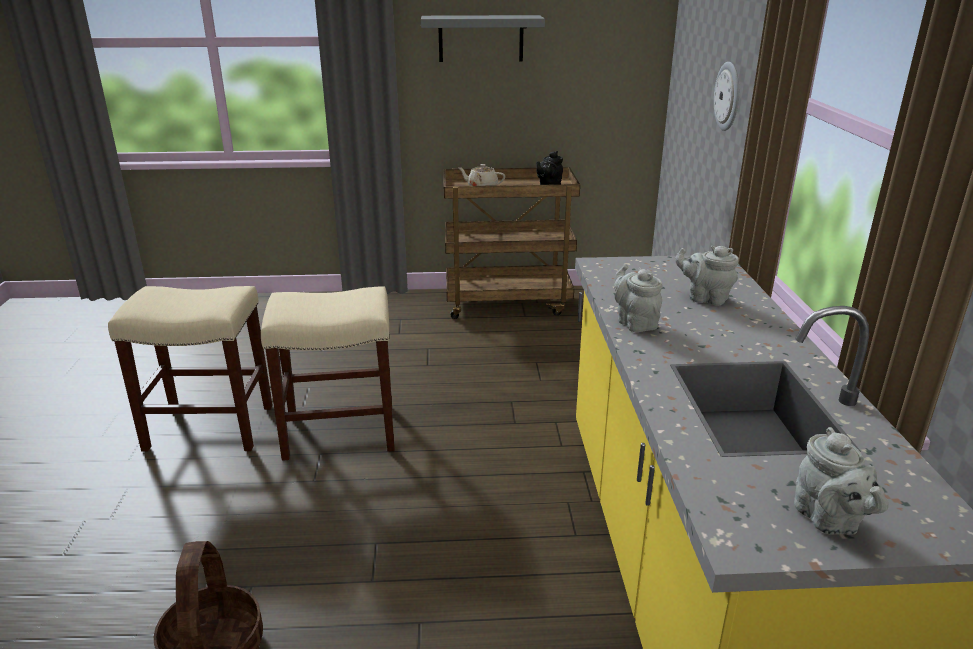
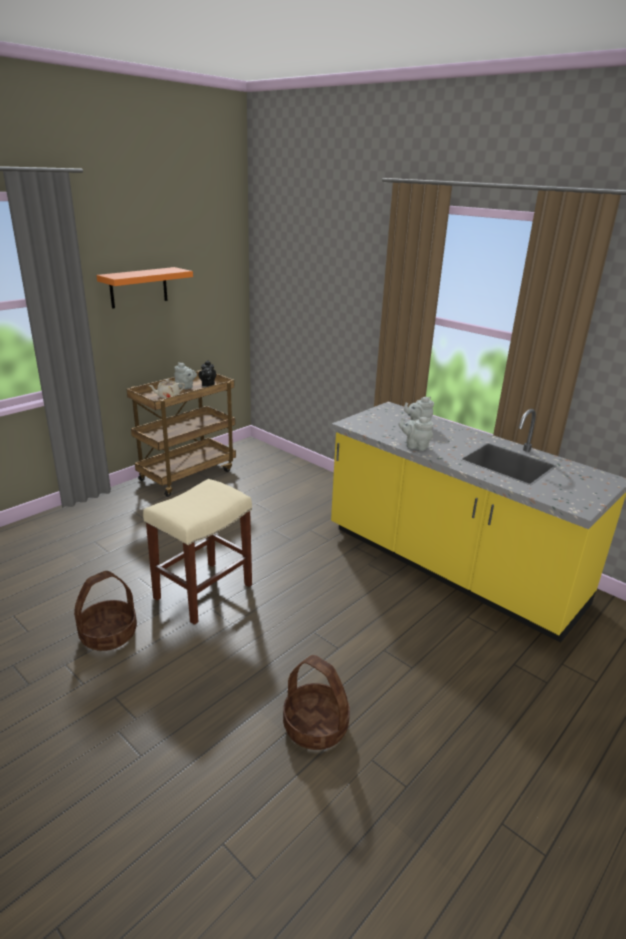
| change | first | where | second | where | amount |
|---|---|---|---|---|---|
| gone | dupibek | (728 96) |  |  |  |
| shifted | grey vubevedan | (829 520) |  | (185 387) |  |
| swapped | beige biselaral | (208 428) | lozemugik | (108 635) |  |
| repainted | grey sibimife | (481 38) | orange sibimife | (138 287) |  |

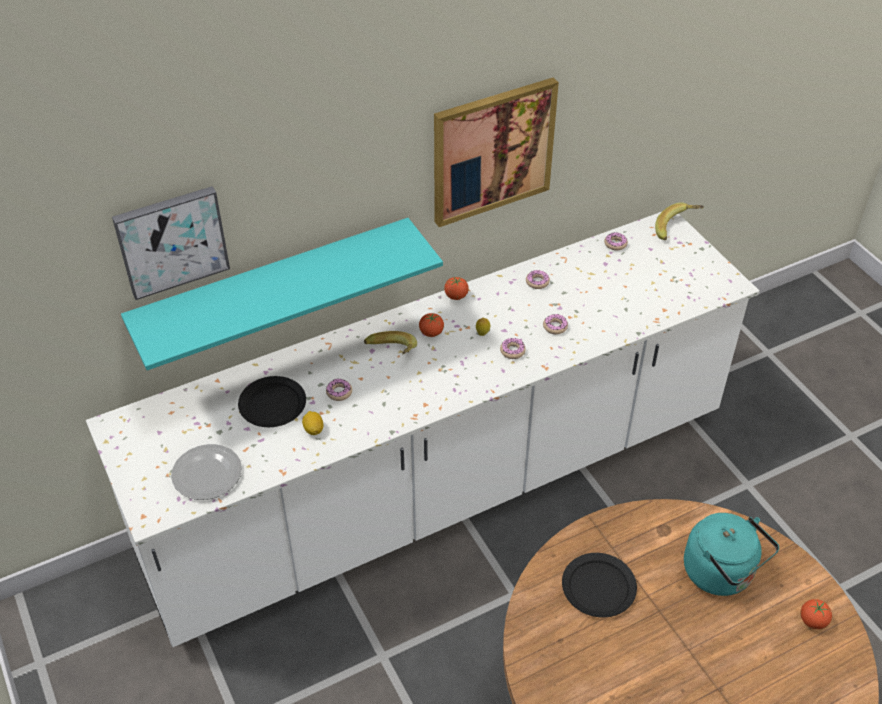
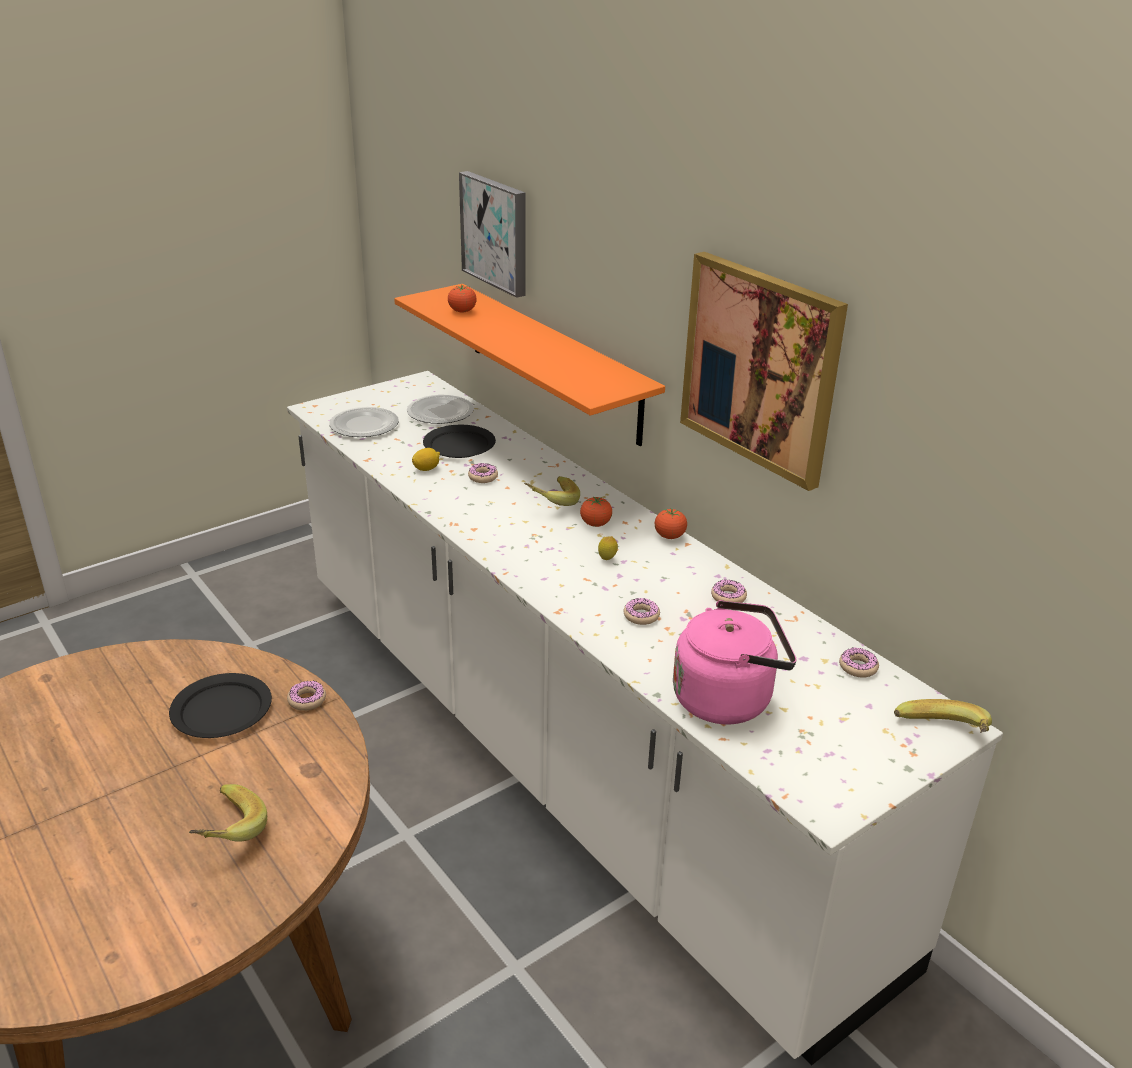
| change | first | where | second | where | amount |
|---|---|---|---|---|---|
| new |  |  | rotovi | (439 412) |  |
| new |  |  | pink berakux | (727 698) |  |
| shifted | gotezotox | (512 351) |  | (307 700) |  |
| shifted | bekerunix | (812 621) |  | (462 311) |  |
| swapped | turquoise berakux | (722 574) | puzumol | (225 831) |  |
| repainted | turquoise sibimife | (274 286) | orange sibimife | (552 362) |  |

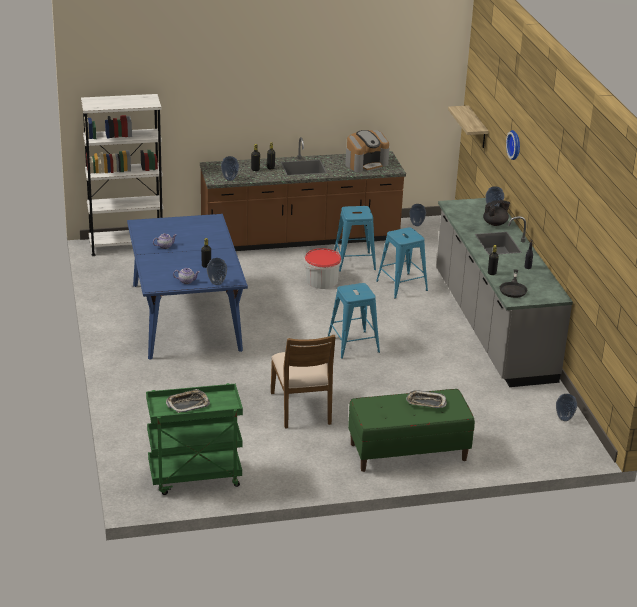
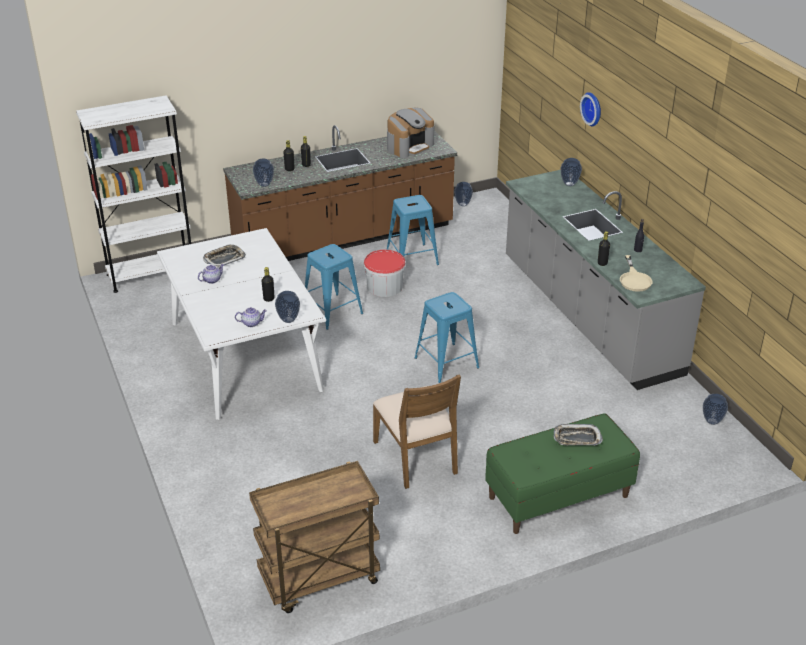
| change | first | where | second | where | amount |
|---|---|---|---|---|---|
| gone | sibimife | (477 128) |  |  |  |
| gone | black vubevedan | (495 223) |  |  |  |
| shifted | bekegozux | (188 404) |  | (224 258) |  |
| shifted | blue biselaral | (401 286) |  | (332 311) |  |
| repainted | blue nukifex | (185 316) | white nukifex | (244 355) |  |
| repainted | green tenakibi | (194 478) | brown tenakibi | (319 580) |  |
| repainted | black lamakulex | (513 288) | beige lamakulex | (634 279) |  |

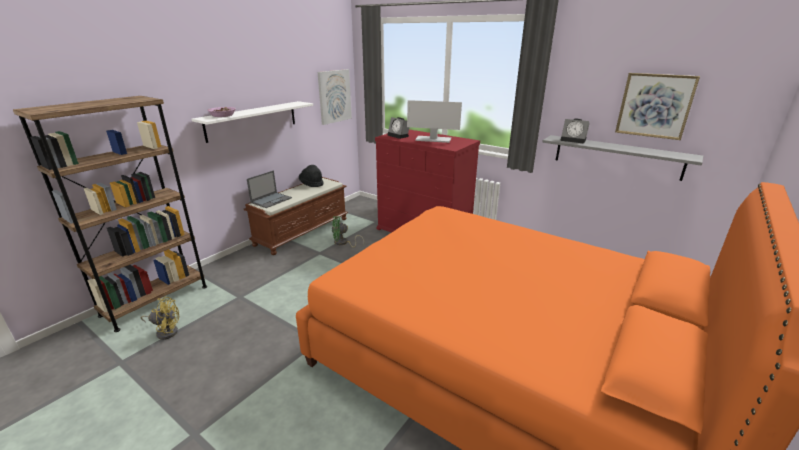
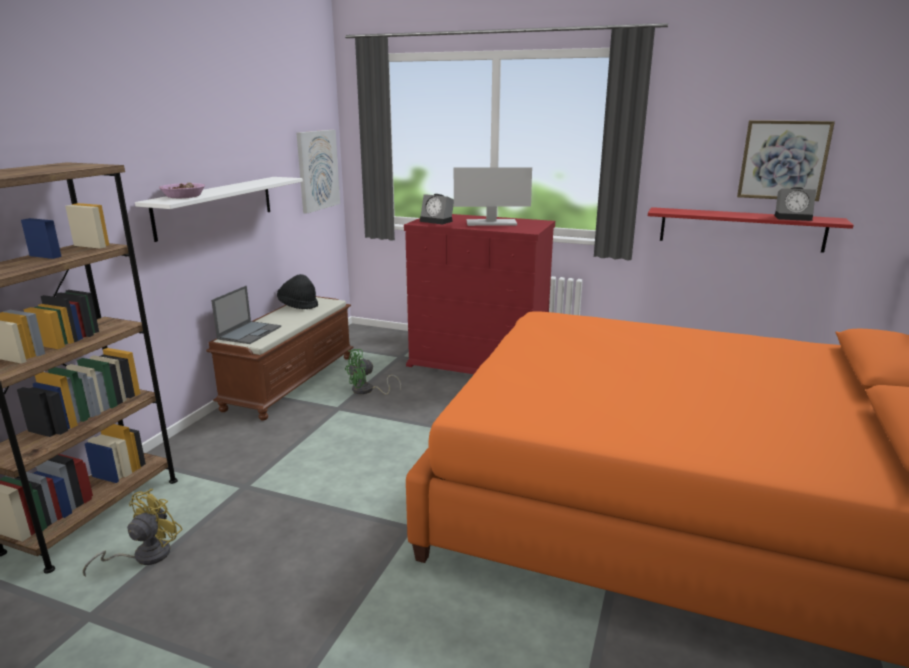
| change | first | where | second | where | amount |
|---|---|---|---|---|---|
| shifted | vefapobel | (574 140) |  | (793 218) |  |
| repainted | grey sibimife | (617 157) | red sibimife | (741 229) |  |
| rotated | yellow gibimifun | (165 331) |  | (144 556) | 45 degrees counterclockwise |

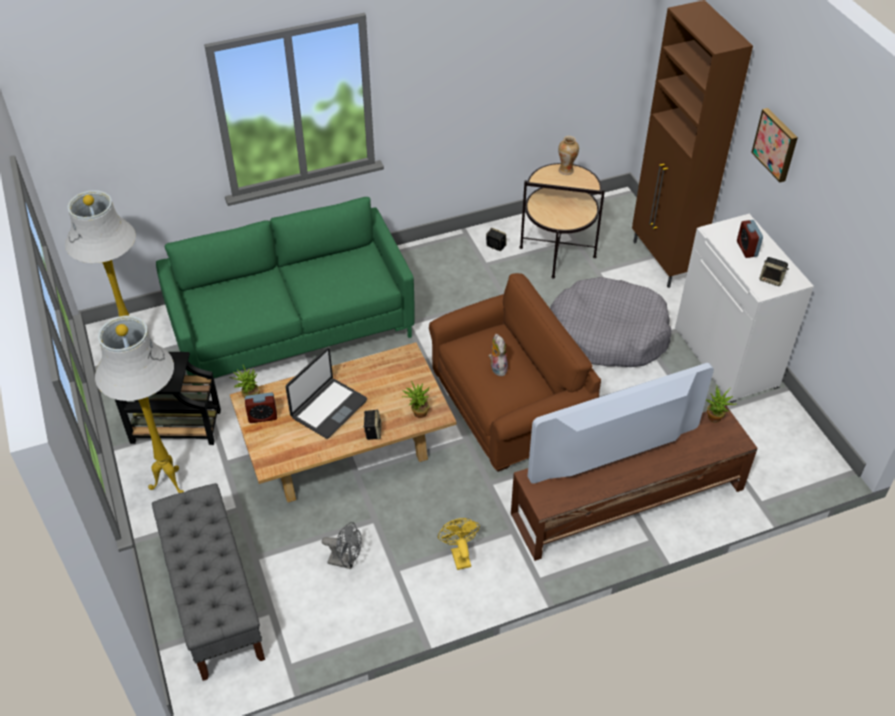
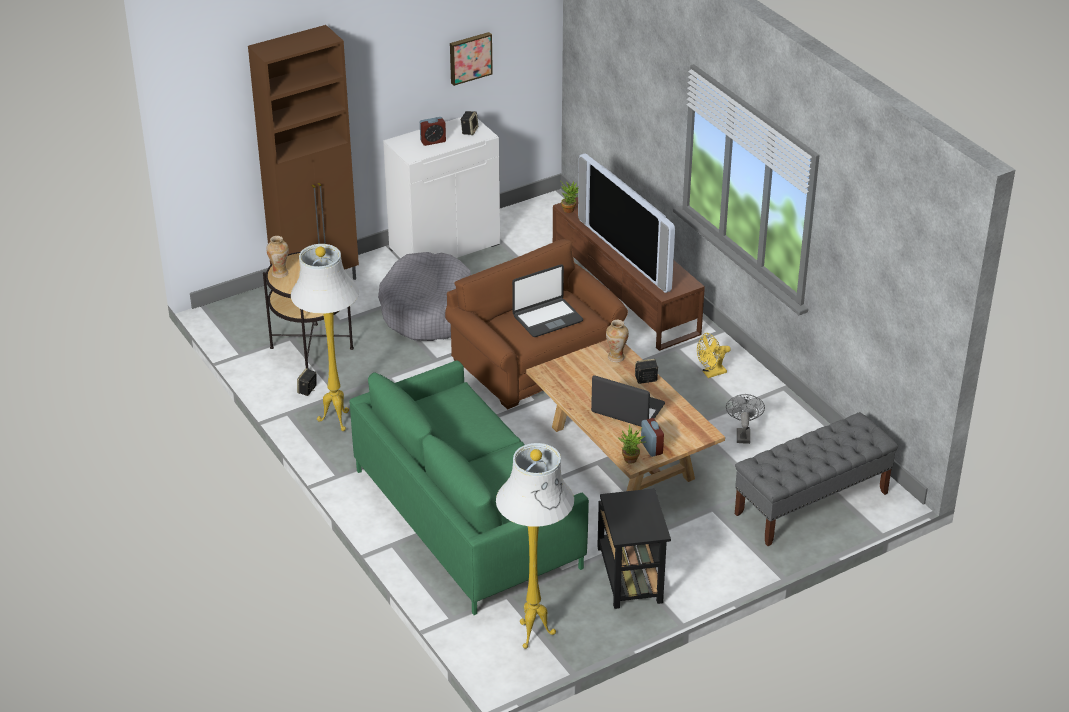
| change | first | where | second | where | amount |
|---|---|---|---|---|---|
| shifted | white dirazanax | (169 483) |  | (335 422) |  |
| shifted | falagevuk | (776 144) |  | (470 57) |  |
| swapped | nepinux | (417 413) | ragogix | (616 357) |  |
| swapped | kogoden | (497 367) | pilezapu | (547 318) |  |

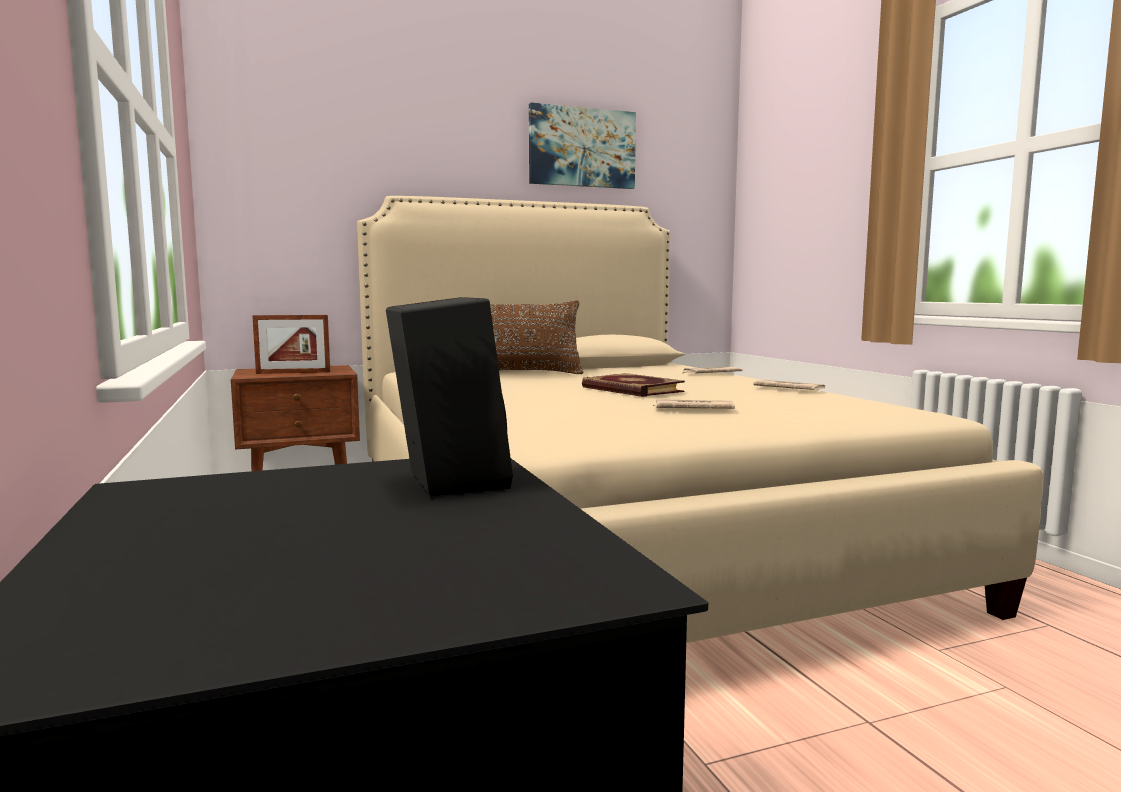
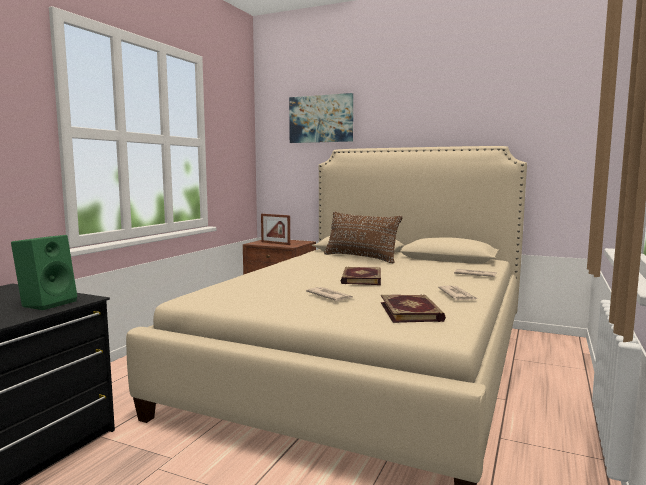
| change | first | where | second | where | amount |
|---|---|---|---|---|---|
| new |  |  | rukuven | (412 311) |  |
| shifted | falagevuk | (582 148) |  | (321 119) |  |
| repainted | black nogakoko | (445 481) | green nogakoko | (48 303) |  |

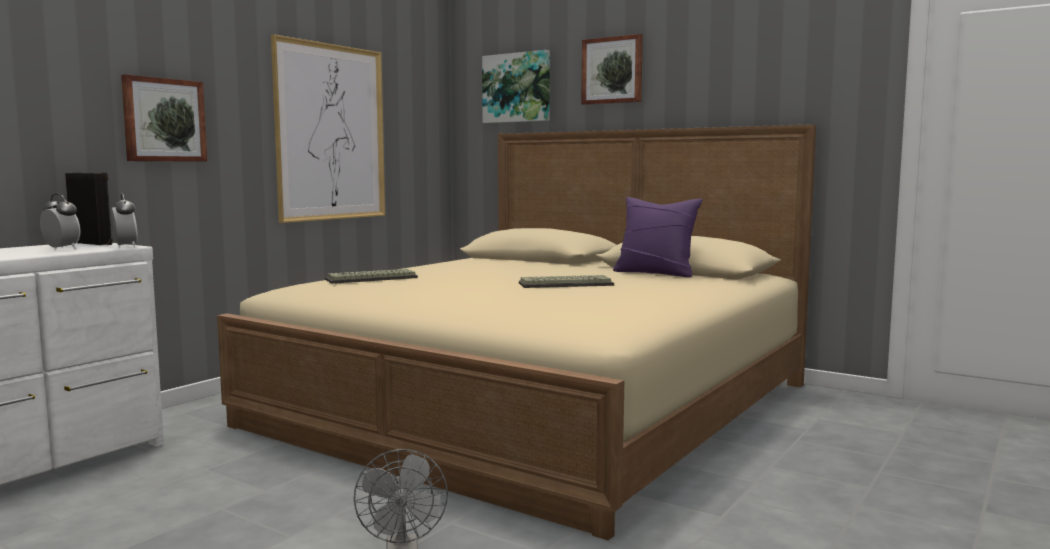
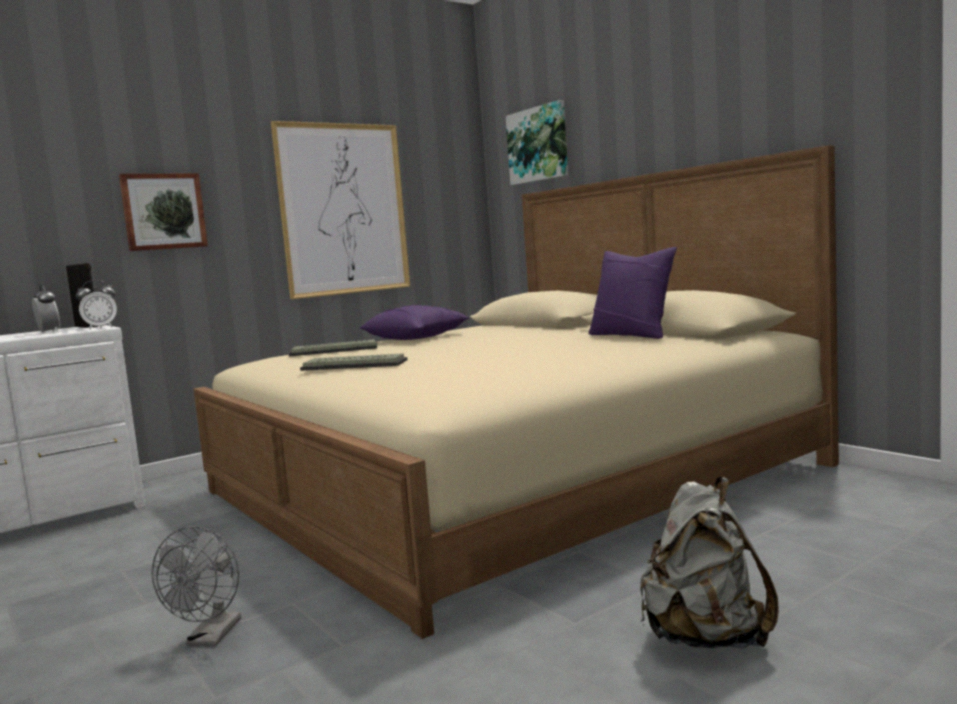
| change | first | where | second | where | amount |
|---|---|---|---|---|---|
| gone | falagevuk | (612 70) |  |  |  |
| new |  |  | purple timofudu | (416 338) |  |
| new |  |  | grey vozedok | (705 637) |  |
| shifted | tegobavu | (566 284) |  | (356 365) |  |
| rotated | vefapobel | (126 246) |  | (100 328) | 75 degrees clockwise |

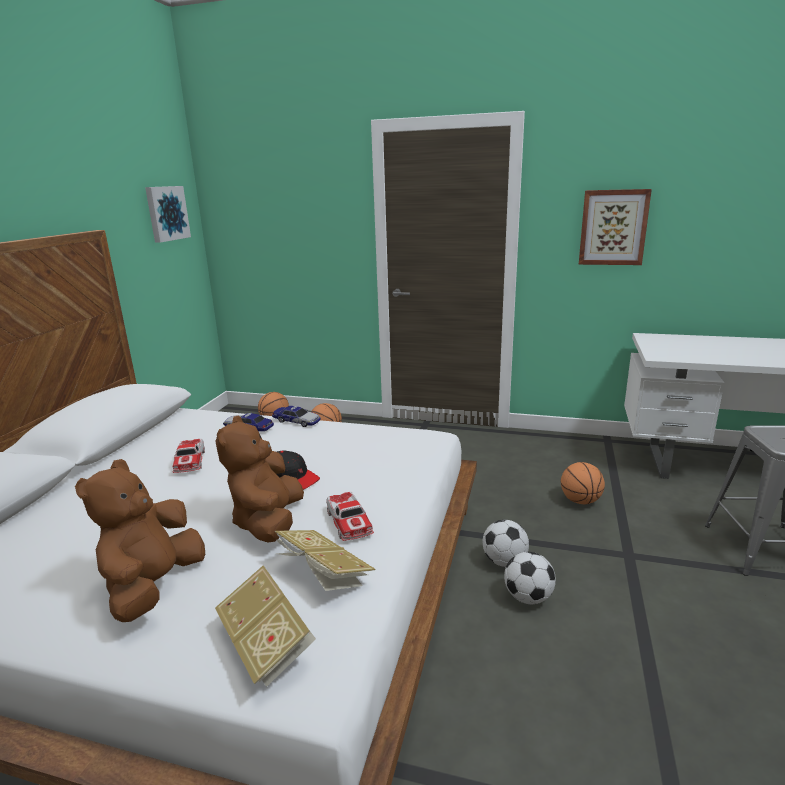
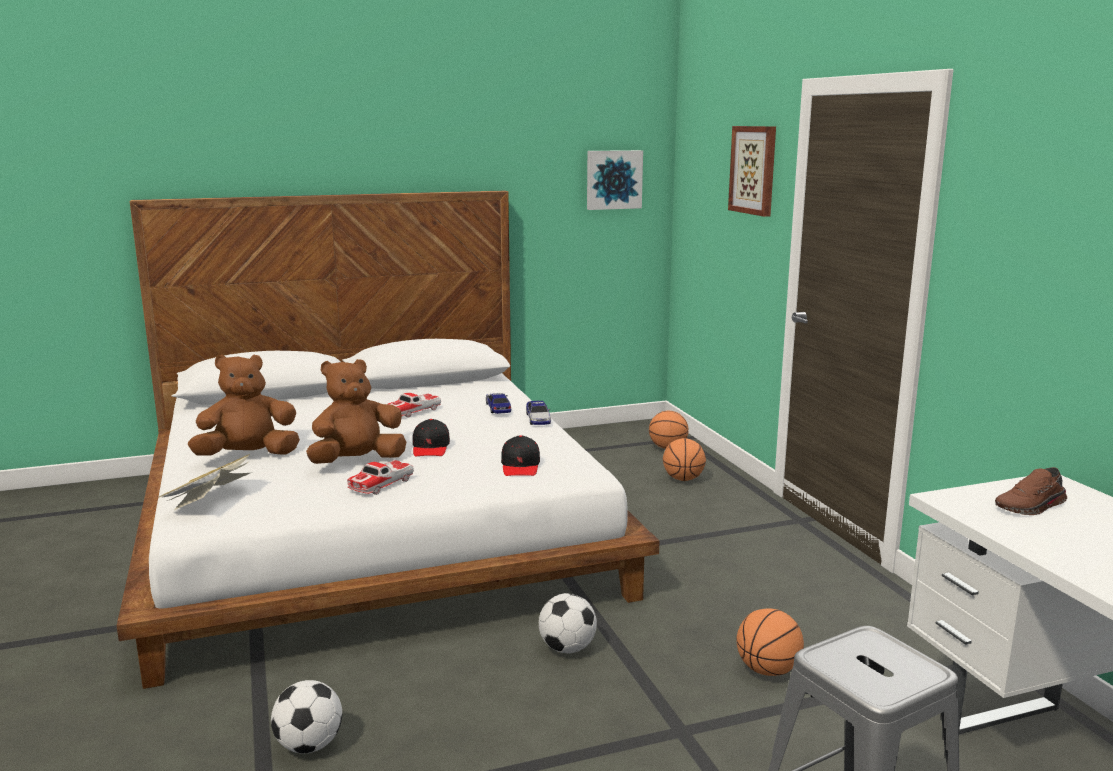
| change | first | where | second | where | amount |
|---|---|---|---|---|---|
| gone | rukuven | (323 576) |  |  |  |
| new |  |  | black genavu | (520 466) |  |
| new |  |  | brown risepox | (1031 507) |  |
| shifted | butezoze | (528 597) |  | (309 745) |  |
| shifted | falagevuk | (613 227) |  | (754 170) |  |

